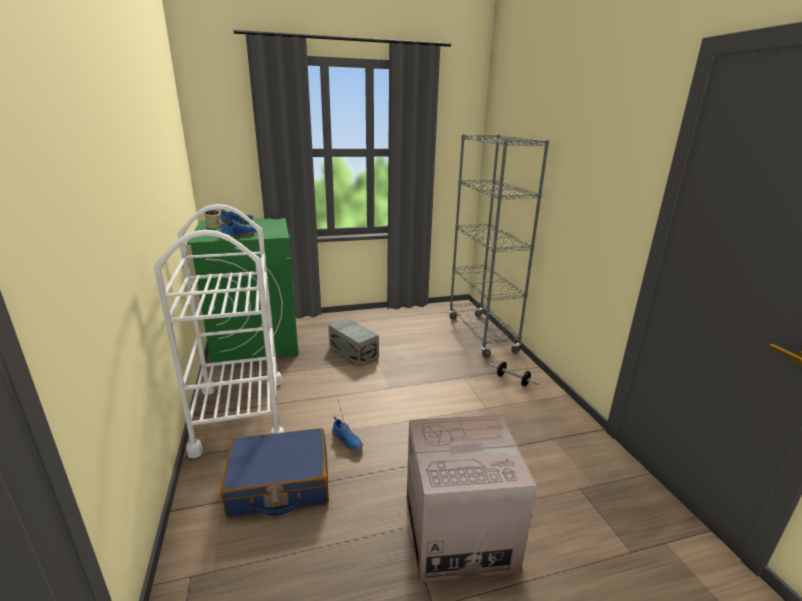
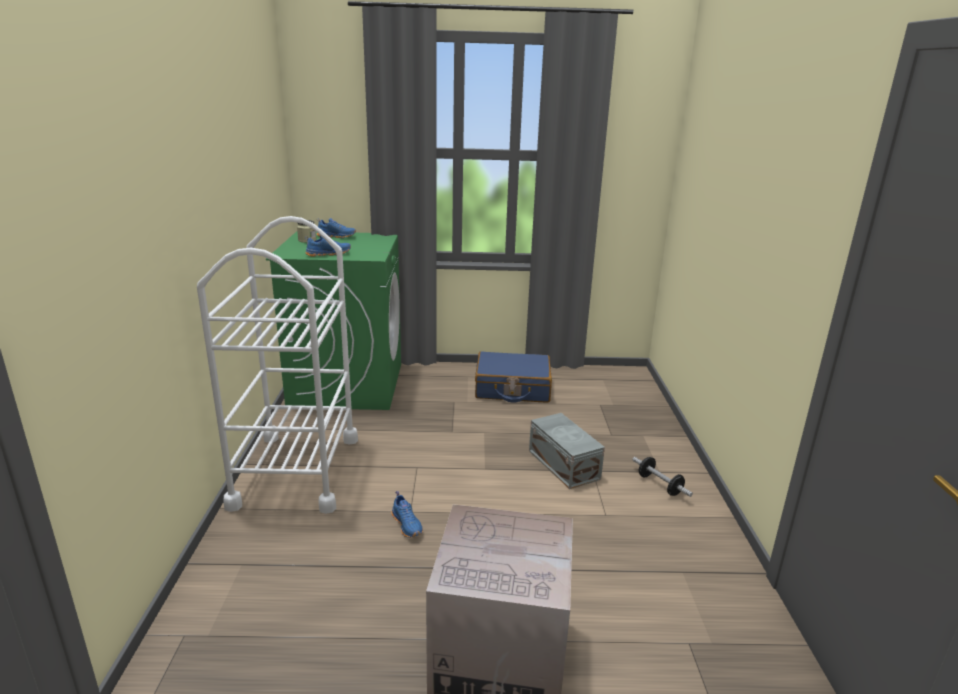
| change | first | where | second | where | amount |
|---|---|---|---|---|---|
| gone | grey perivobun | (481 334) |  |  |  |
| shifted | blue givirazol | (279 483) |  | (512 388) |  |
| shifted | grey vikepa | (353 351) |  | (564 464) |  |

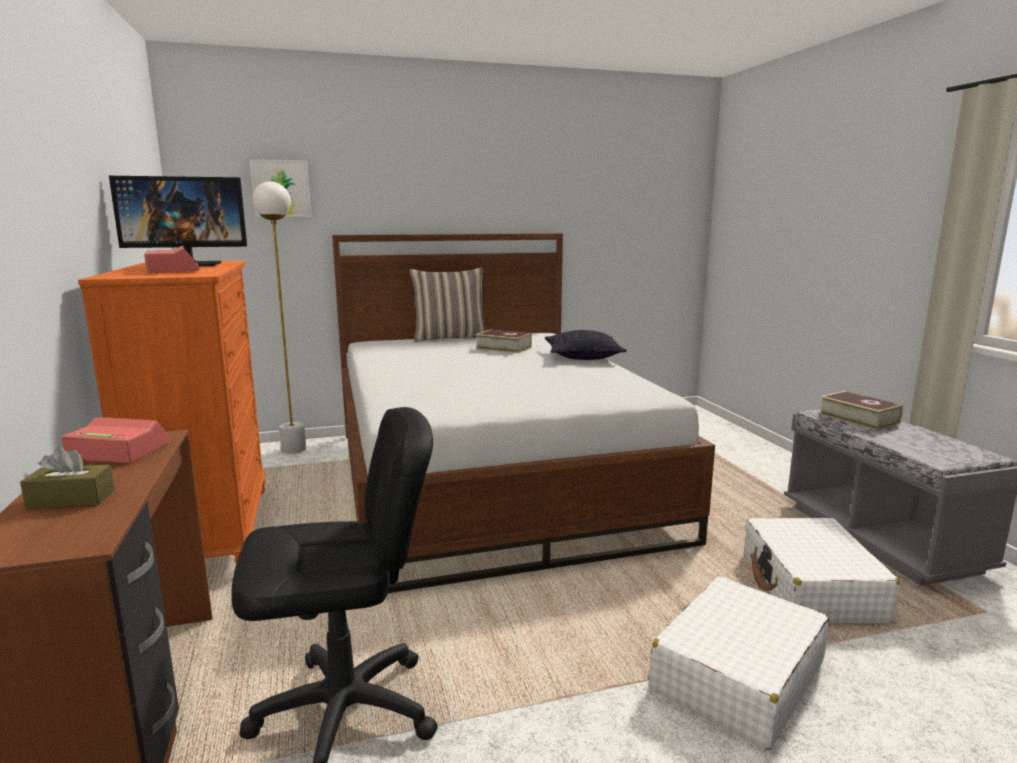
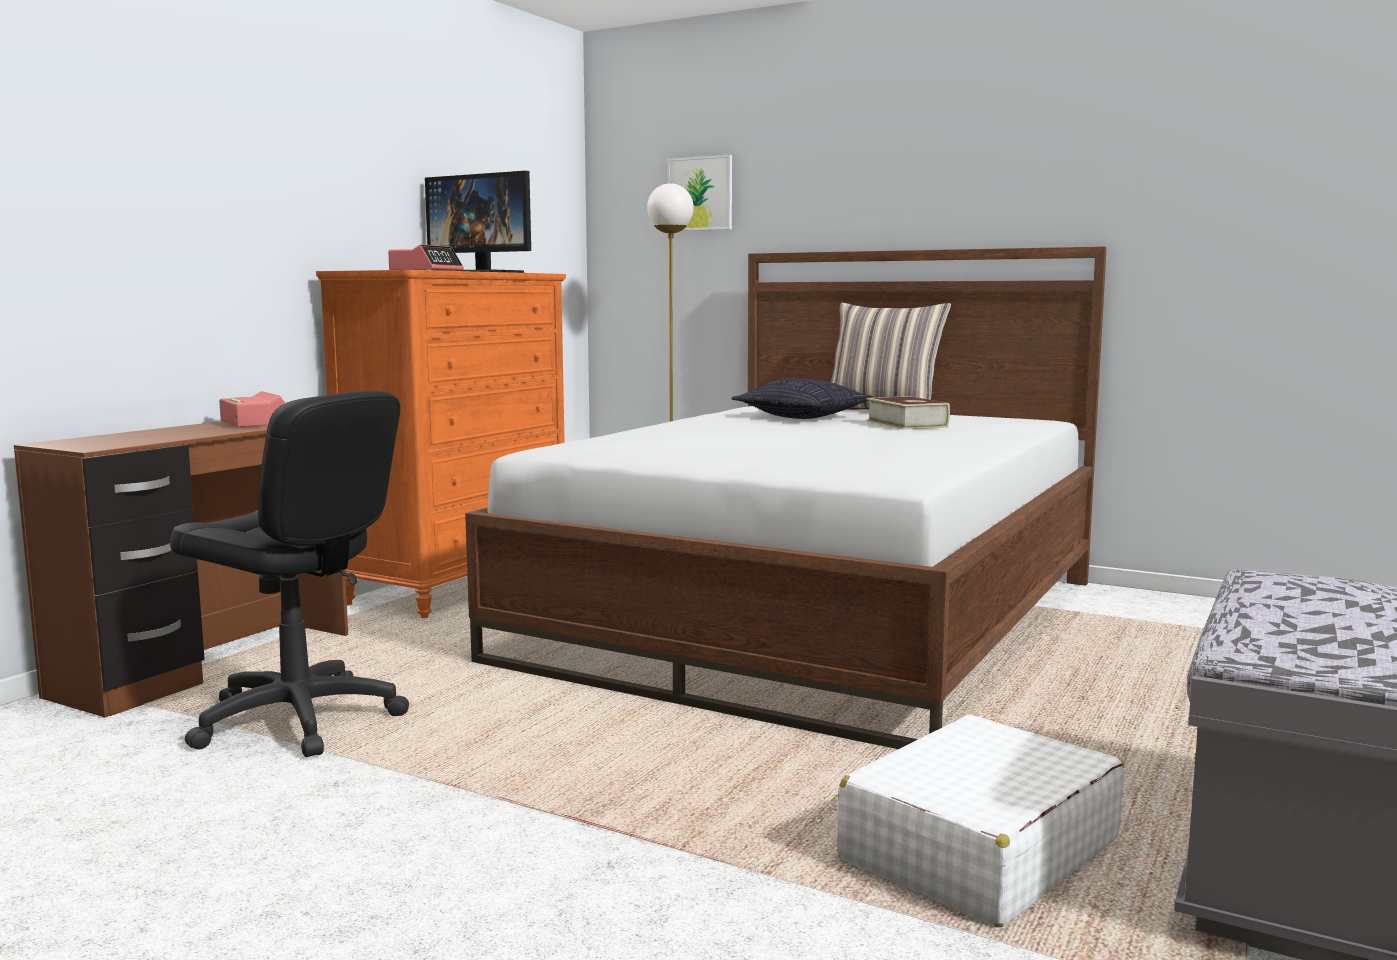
| change | first | where | second | where | amount |
|---|---|---|---|---|---|
| gone | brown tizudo | (71 499) |  |  |  |
| gone | white givirazol | (737 677) |  |  |  |
| gone | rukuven | (858 418) |  |  |  |
| shifted | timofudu | (583 357) |  | (803 417) |  |

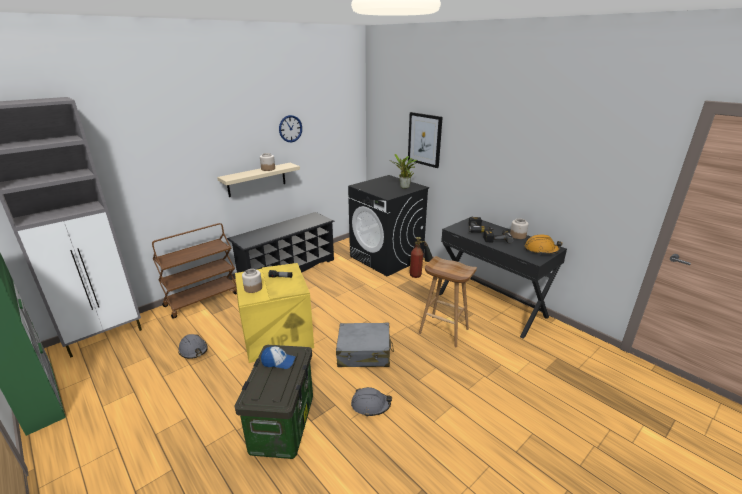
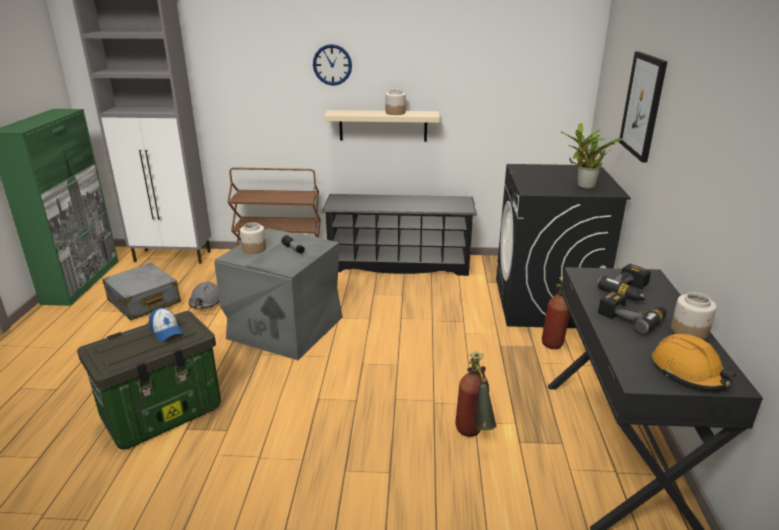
| change | first | where | second | where | amount |
|---|---|---|---|---|---|
| gone | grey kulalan | (370 405) |  |  |  |
| shifted | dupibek | (290 128) |  | (332 65) |  |
| shifted | grey givirazol | (364 353) |  | (144 302) |  |
| swapped | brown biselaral | (443 331) | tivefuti | (473 436) |  |
| repainted | yellow vikepa | (276 336) | grey vikepa | (284 328) |  |

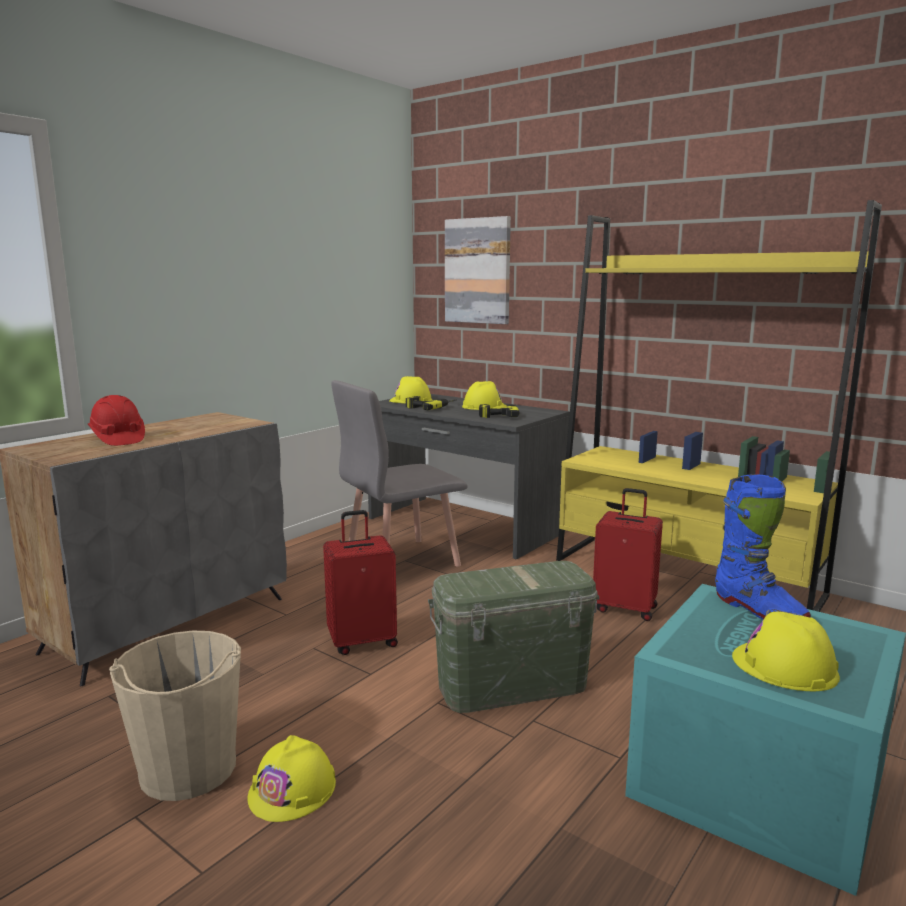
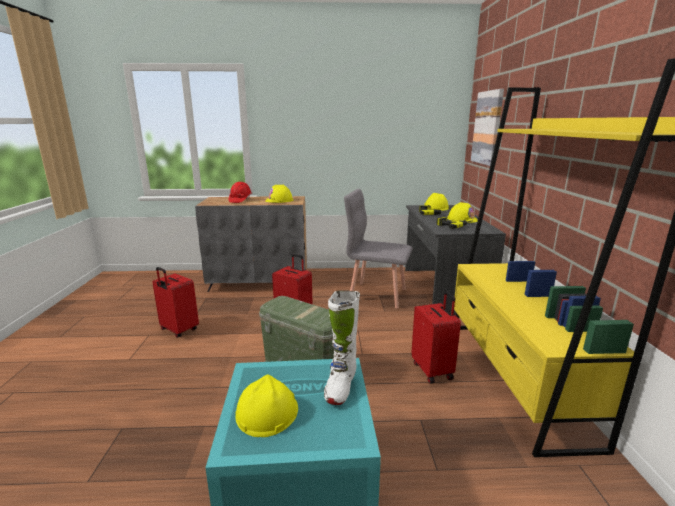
| change | first | where | second | where | amount |
|---|---|---|---|---|---|
| shifted | yellow kulalan | (293 789) |  | (279 200) |  |
| swapped | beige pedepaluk | (188 769) | red givirazol | (178 330) |  |
| repainted | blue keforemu | (758 610) | white keforemu | (340 385) |  |

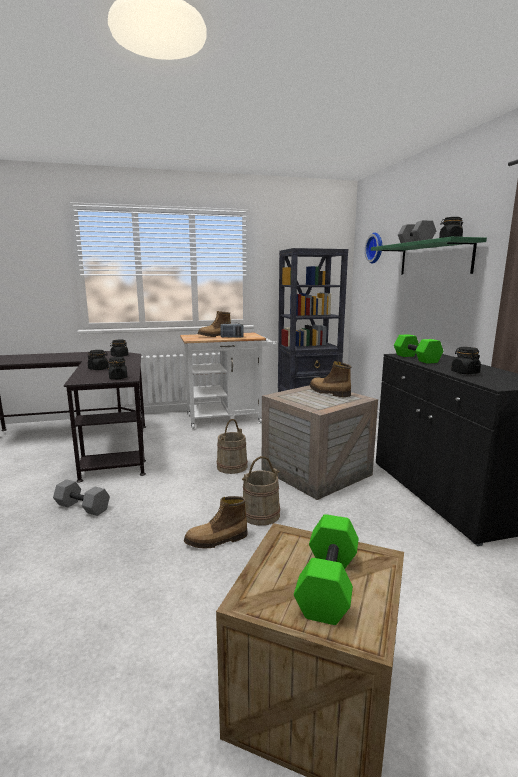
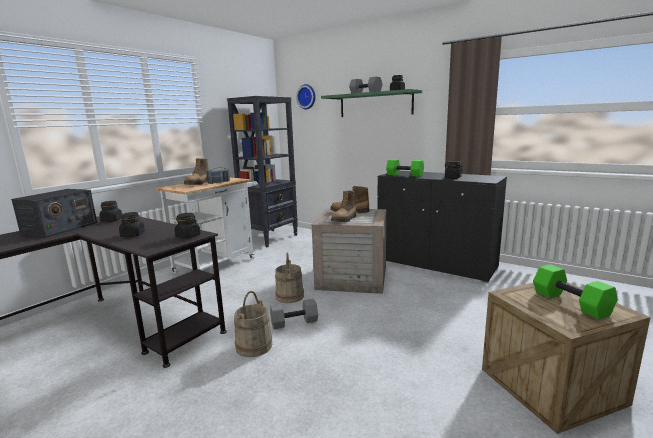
| change | first | where | second | where | amount |
|---|---|---|---|---|---|
| new |  |  | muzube | (60 228) |  |
| shifted | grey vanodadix | (83 507) |  | (294 322) |  |
| shifted | keforemu | (216 540) |  | (344 220) |  |
| shifted | beige pedepaluk | (260 514) |  | (253 346) |  |

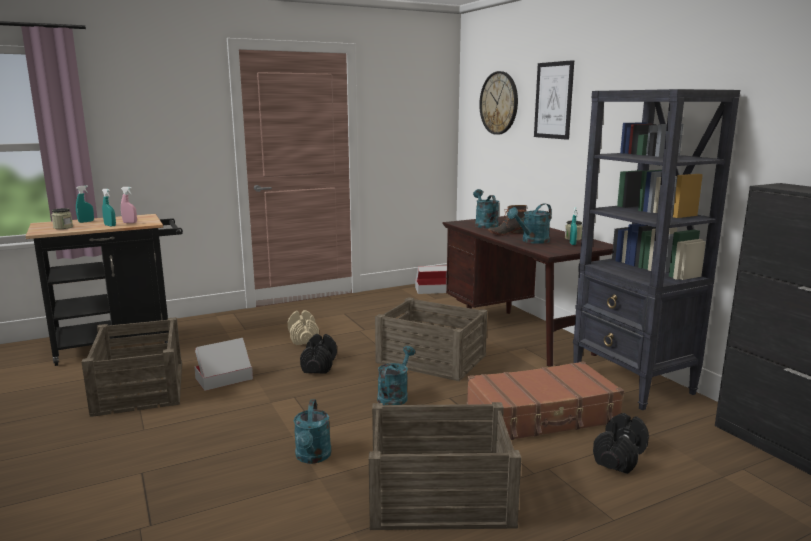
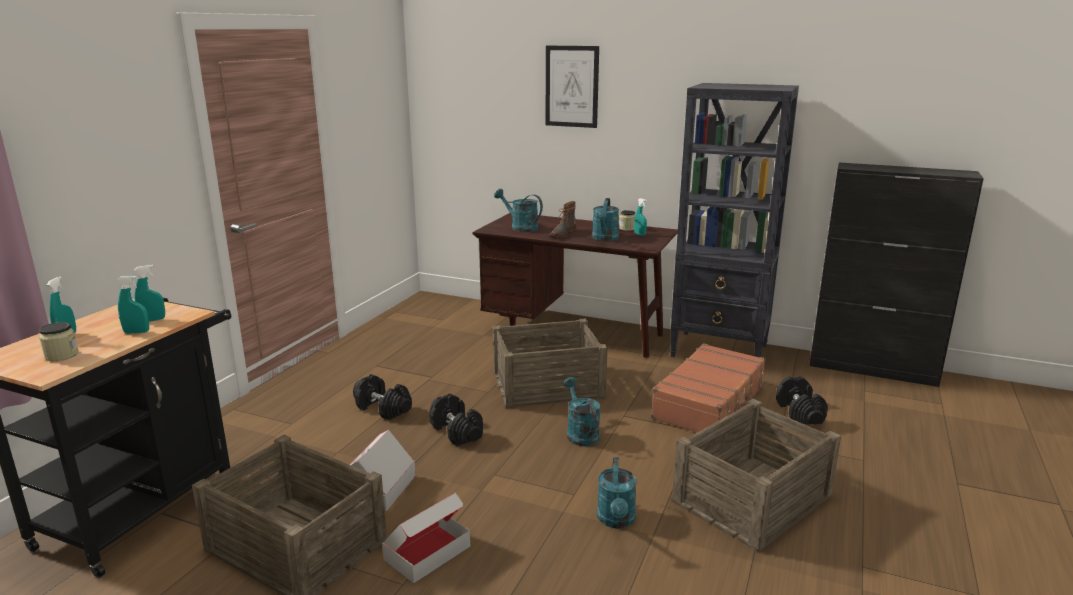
| change | first | where | second | where | amount |
|---|---|---|---|---|---|
| gone | dupibek | (499 103) |  |  |  |
| shifted | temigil | (432 290) |  | (427 552) |  |
| repainted | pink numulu | (130 223) | turquoise numulu | (153 320) |  |
| repainted | beige vanodadix | (303 337) | black vanodadix | (382 408) |  |
| rotated | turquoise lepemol | (312 457) |  | (616 521) | 45 degrees clockwise |

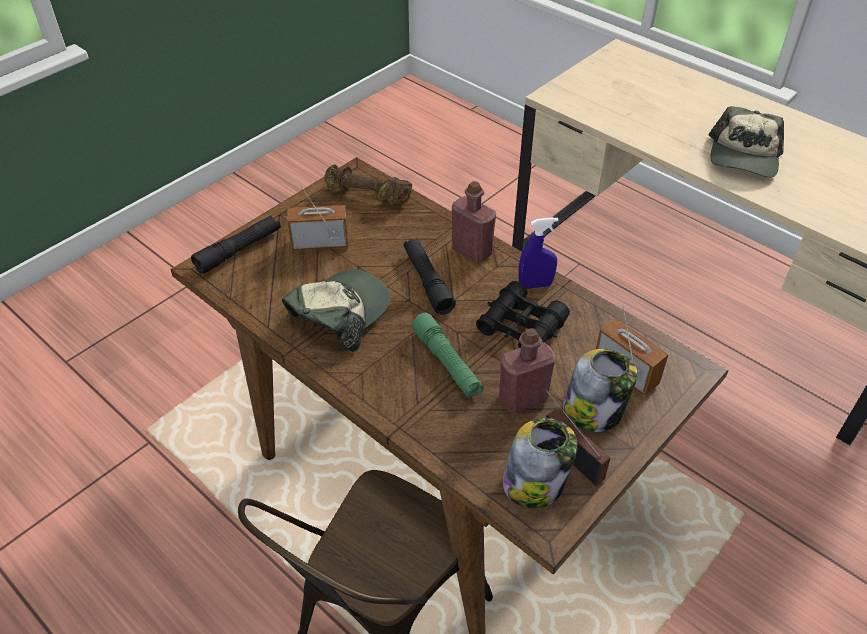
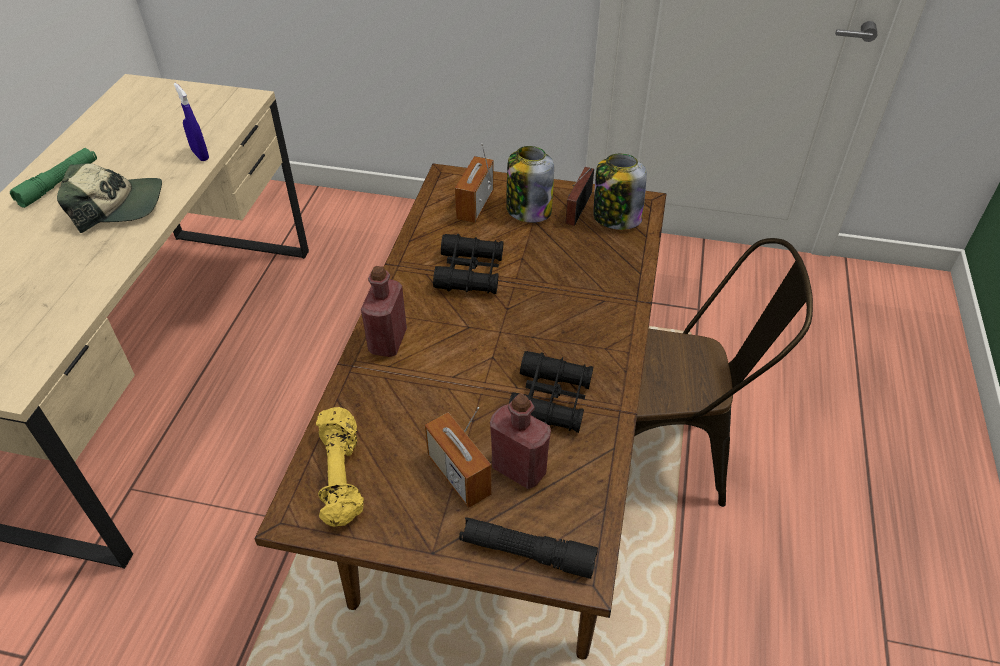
| change | first | where | second | where | amount |
|---|---|---|---|---|---|
| gone | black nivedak | (427 281) |  |  |  |
| shifted | green nivedak | (447 363) |  | (59 183) |  |
| shifted | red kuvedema | (523 399) |  | (519 469) |  |
| shifted | blue numulu | (535 285) |  | (200 155) |  |
| swapped | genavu | (339 314) | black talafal | (551 400) |  |
| repainted | brown vanodadix | (366 196) | yellow vanodadix | (342 476) |  |

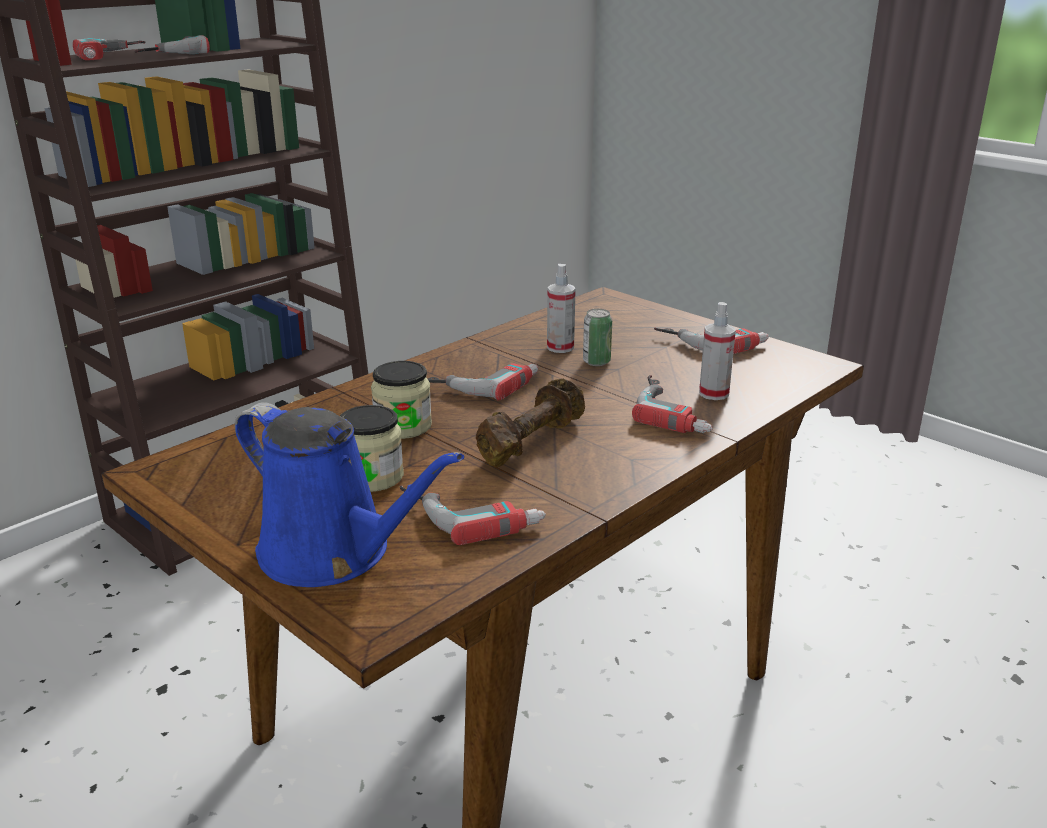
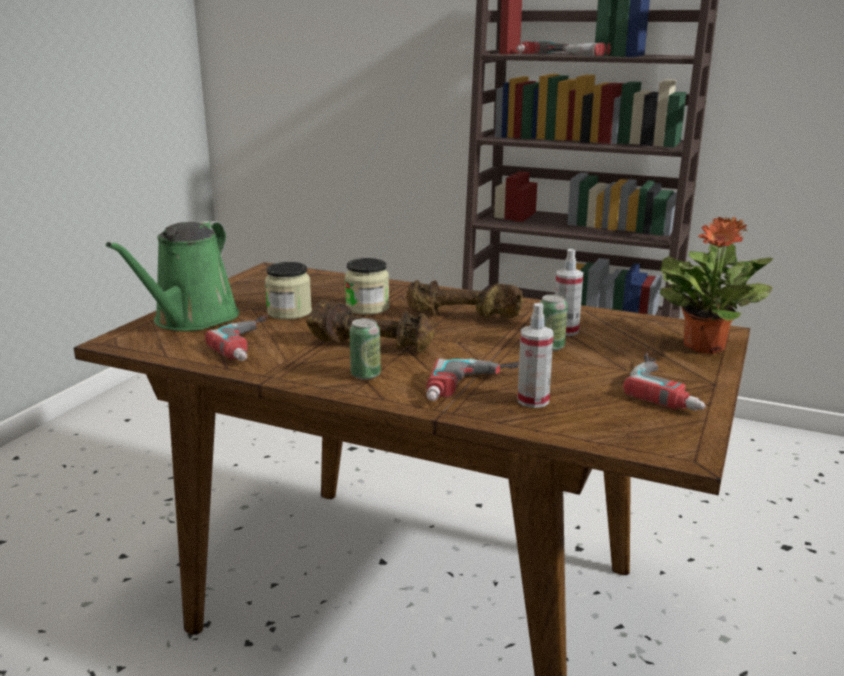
| change | first | where | second | where | amount |
|---|---|---|---|---|---|
| new |  |  | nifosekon | (365 375) |  |
| new |  |  | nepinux | (705 346) |  |
| swapped | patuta | (480 382) | brown vanodadix | (462 316) |  |
| repainted | blue lepemol | (333 553) | green lepemol | (191 320) |  |

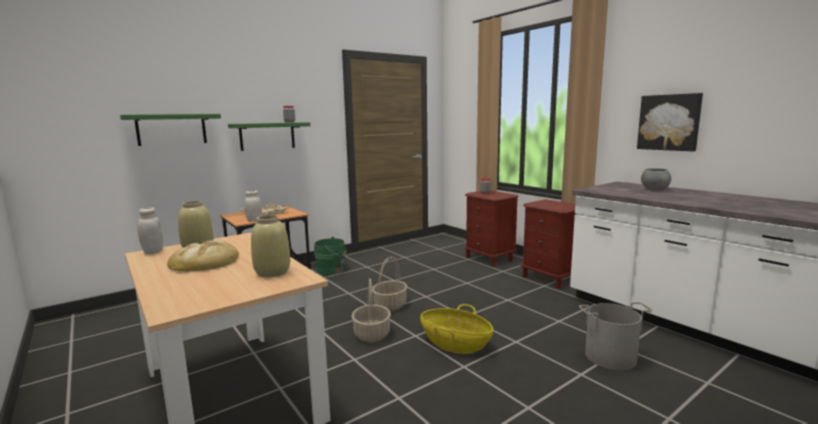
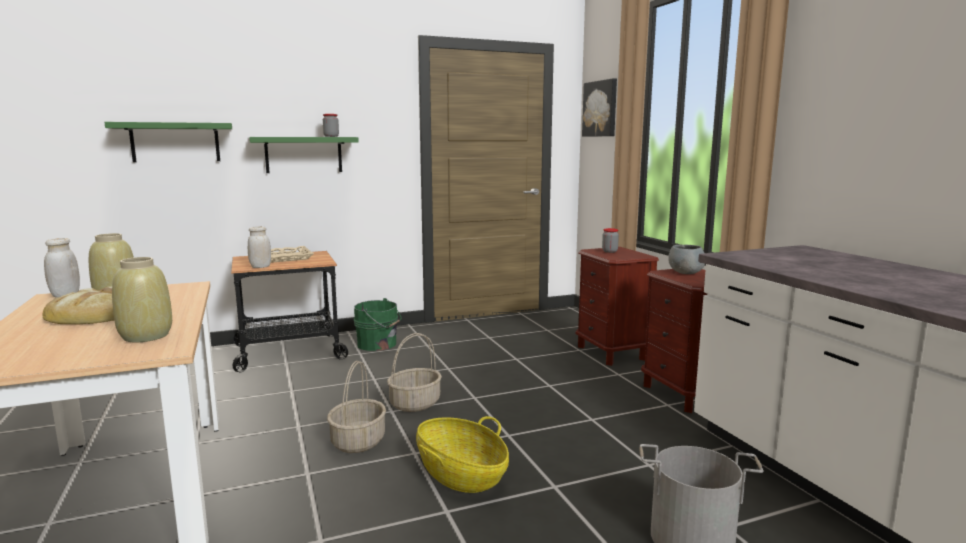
| change | first | where | second | where | amount |
|---|---|---|---|---|---|
| shifted | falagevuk | (669 122) |  | (601 109) |  |
| shifted | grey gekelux | (654 189) |  | (685 273) |  |

